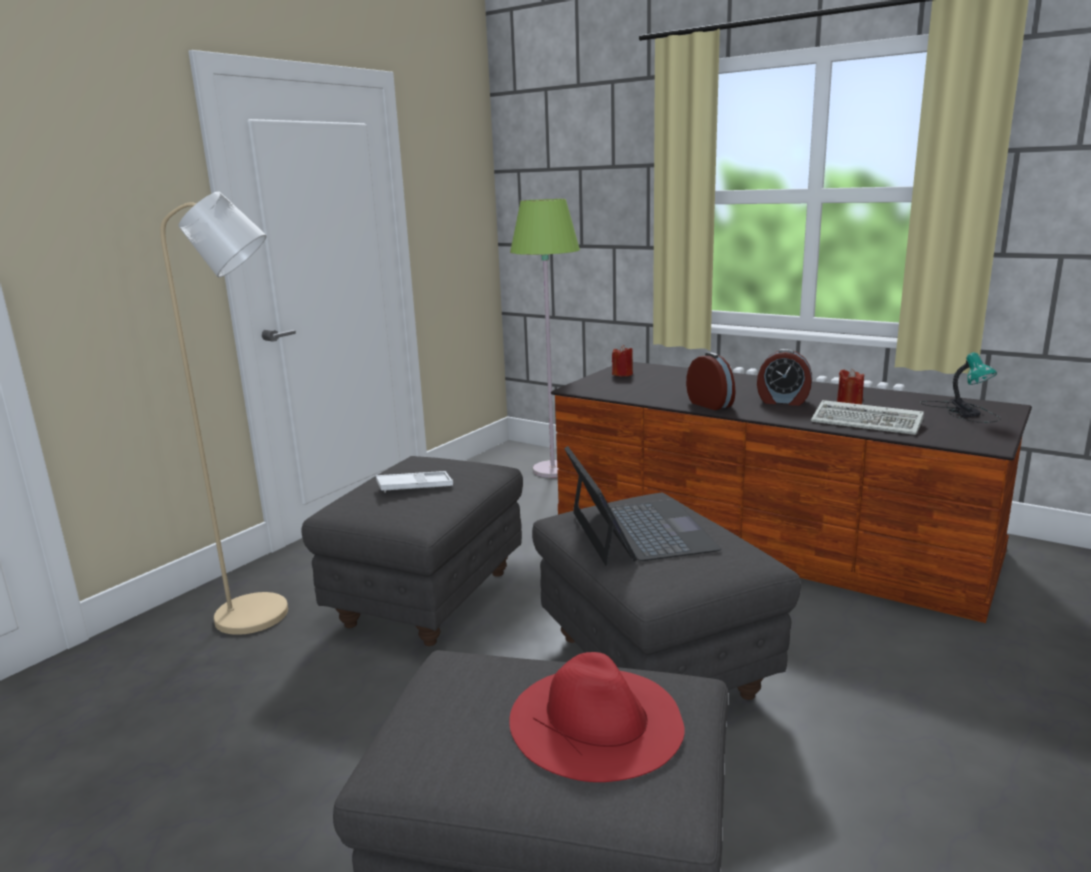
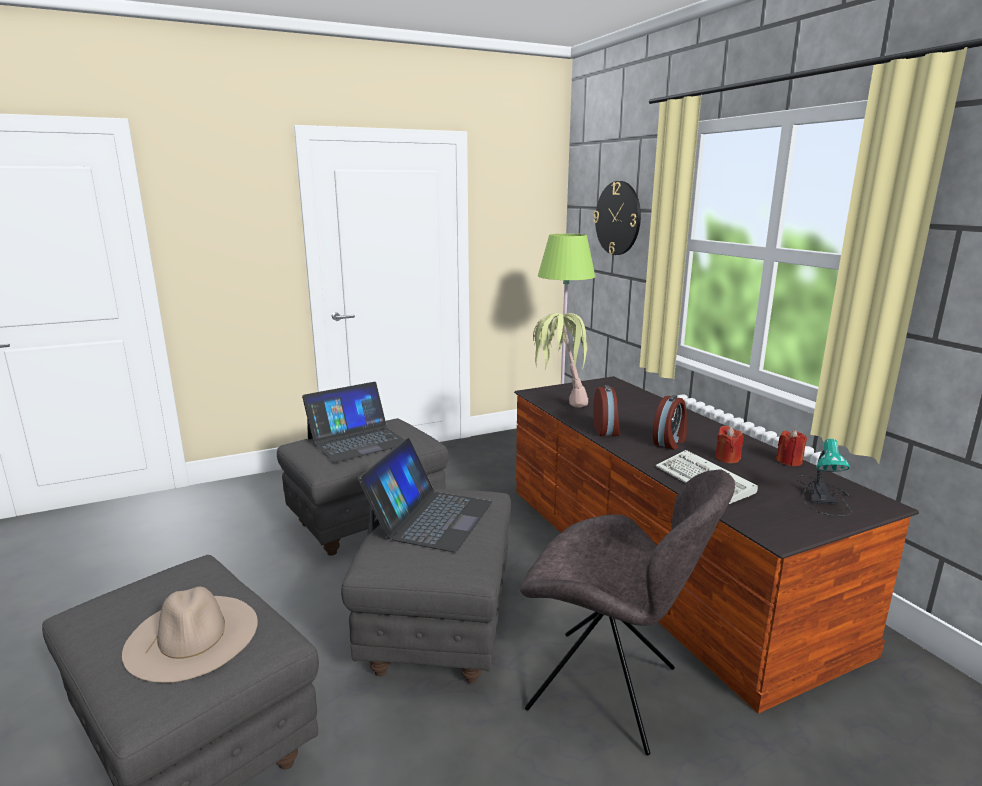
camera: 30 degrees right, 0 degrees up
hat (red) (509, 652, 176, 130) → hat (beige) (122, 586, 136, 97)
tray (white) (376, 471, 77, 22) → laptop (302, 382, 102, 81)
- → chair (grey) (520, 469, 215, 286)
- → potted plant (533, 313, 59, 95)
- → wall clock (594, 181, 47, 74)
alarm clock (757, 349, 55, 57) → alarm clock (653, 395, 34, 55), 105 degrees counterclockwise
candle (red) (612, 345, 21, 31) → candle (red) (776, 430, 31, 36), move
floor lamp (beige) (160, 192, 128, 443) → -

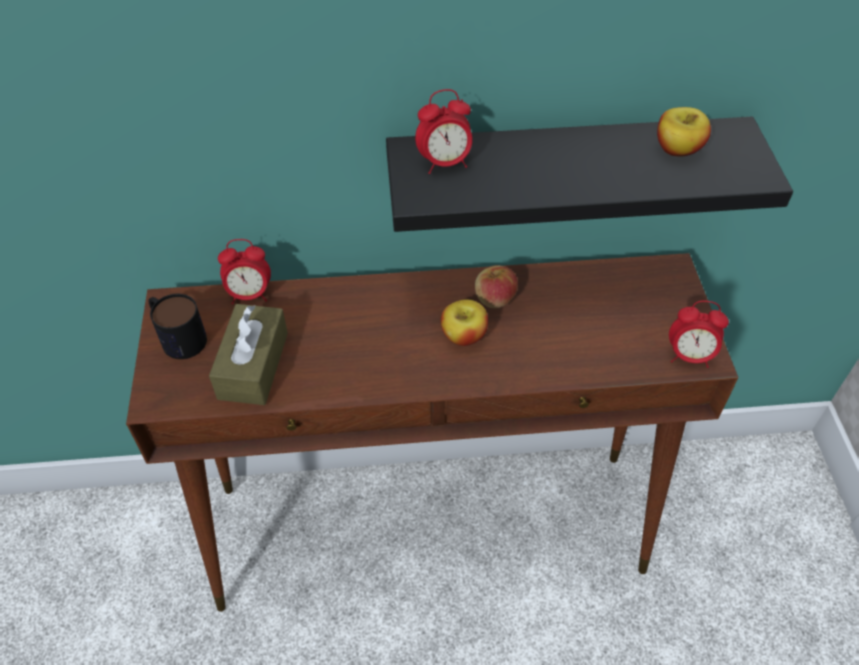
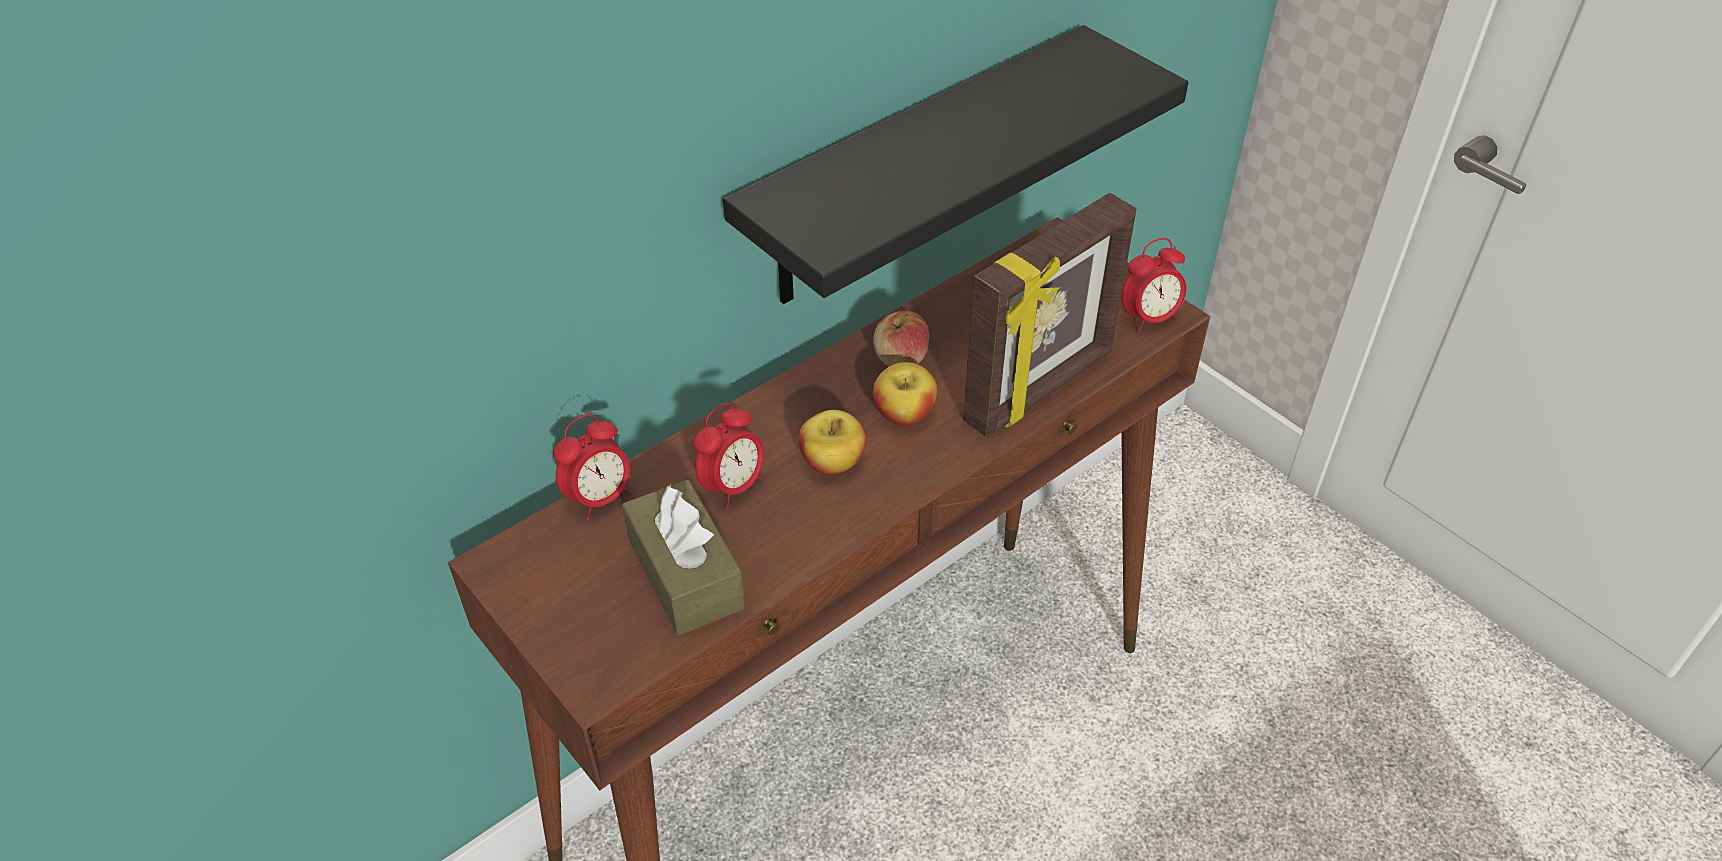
camera: 35 degrees left, 5 degrees down
alarm clock (415, 89, 57, 85) → alarm clock (694, 403, 70, 106), move
apple (657, 107, 54, 49) → apple (799, 410, 67, 65), move
- → picture frame (963, 193, 173, 245)
mug (148, 294, 59, 65) → -

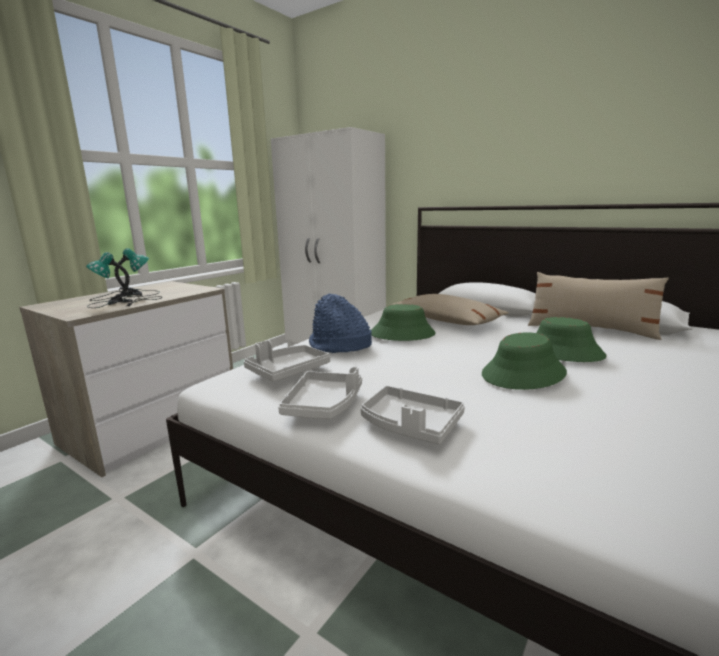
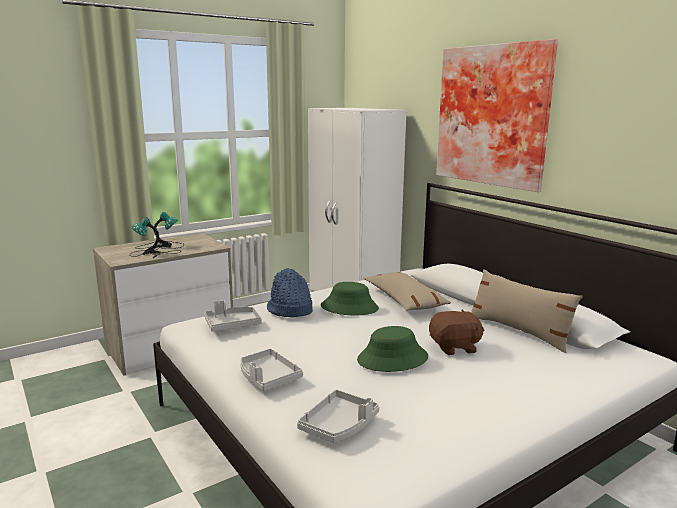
camera: 20 degrees right, 0 degrees up
tray (grey) (278, 367, 84, 52) → tray (grey) (297, 389, 83, 54), move
hat (green) (536, 317, 71, 45) → plush toy (brown) (429, 309, 55, 46)
- → picture (436, 39, 122, 153)

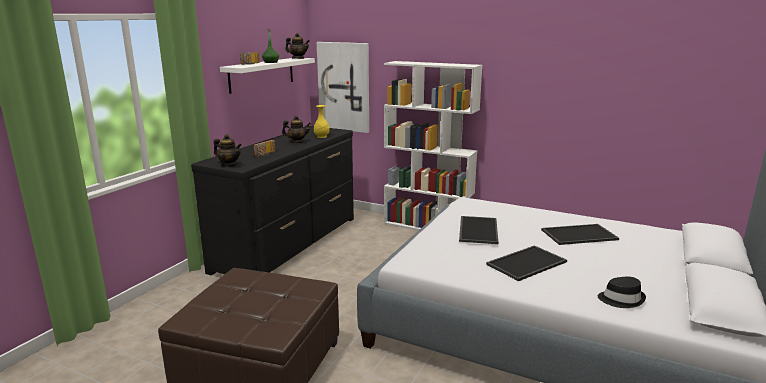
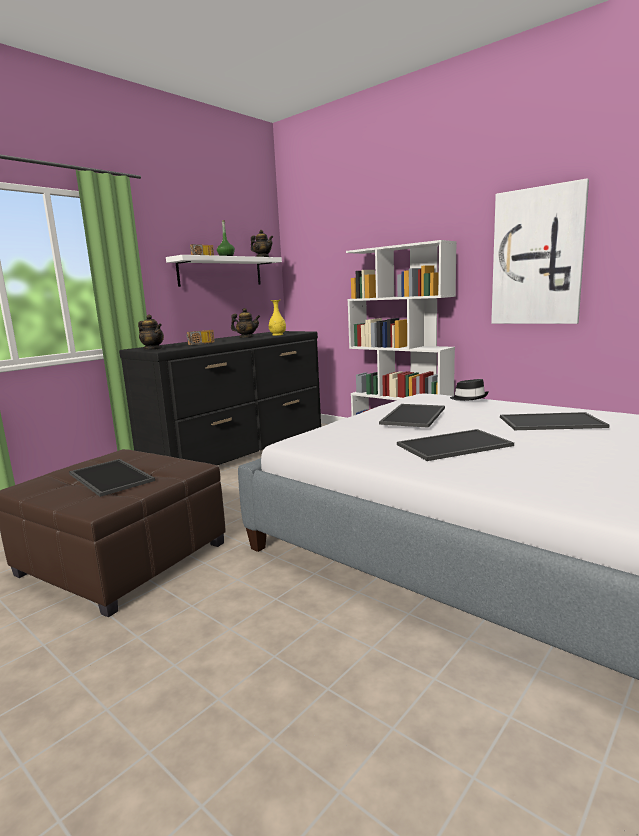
camera: 15 degrees right, 5 degrees down
- → tray (69, 459, 86, 38)
hat (black) (598, 277, 48, 31) → hat (black) (450, 379, 39, 22), move
picture (317, 42, 52, 91) → picture (491, 179, 98, 145), move

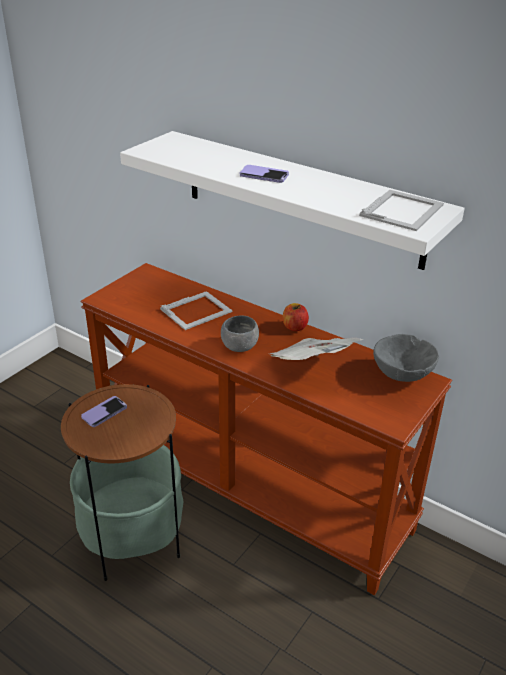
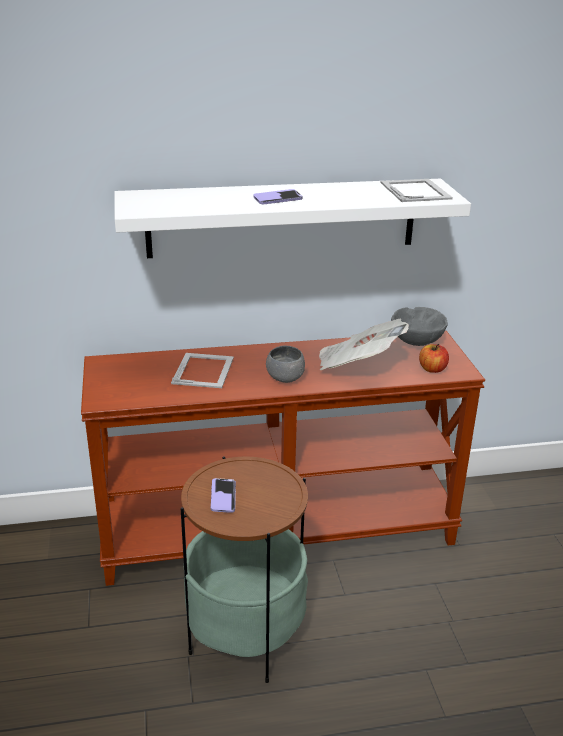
camera: 45 degrees left, 5 degrees down
apple (283, 303, 26, 28) → apple (419, 344, 30, 29), move

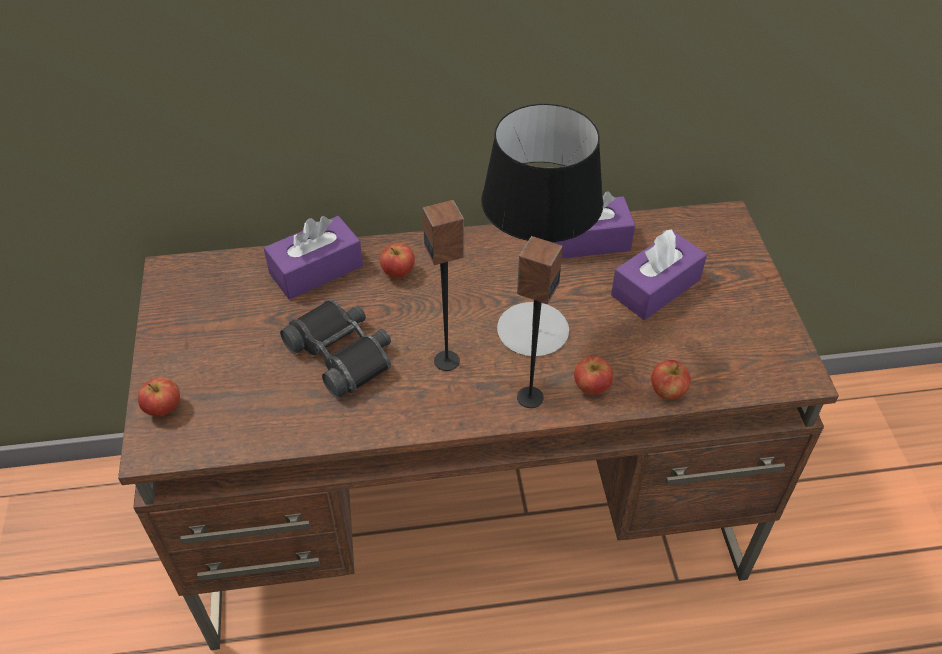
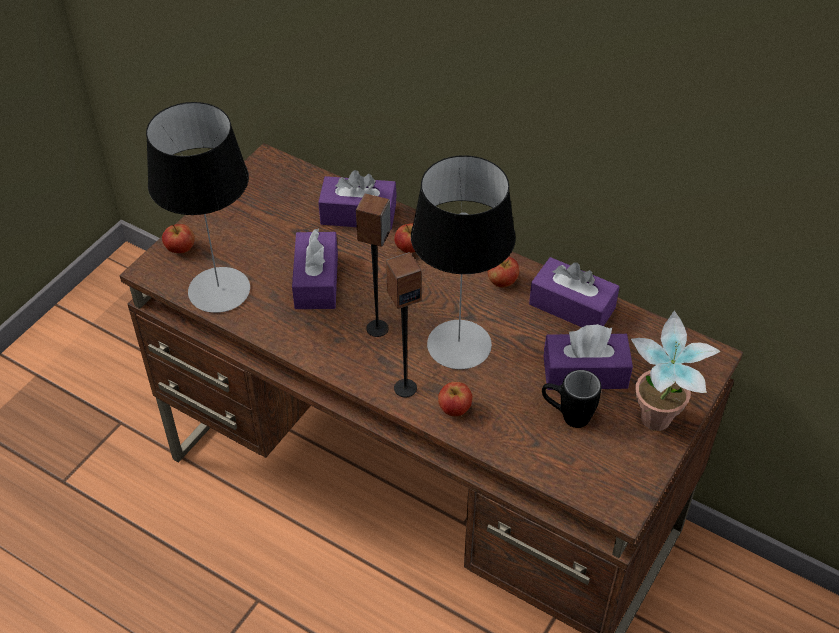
camera: 40 degrees right, 0 degrees up
- → table lamp (146, 102, 104, 211)
binoculars (black) (280, 300, 111, 98) → tissue box (purple) (292, 229, 46, 80)
apple (651, 360, 40, 40) → apple (488, 257, 31, 31), move
- → mug (black) (542, 370, 59, 58)
- → potted plant (631, 310, 89, 121)

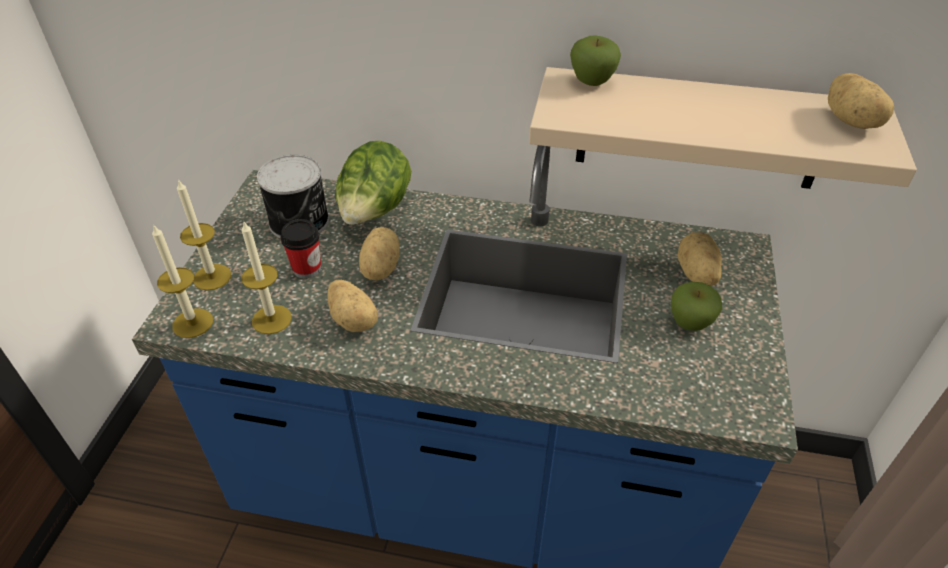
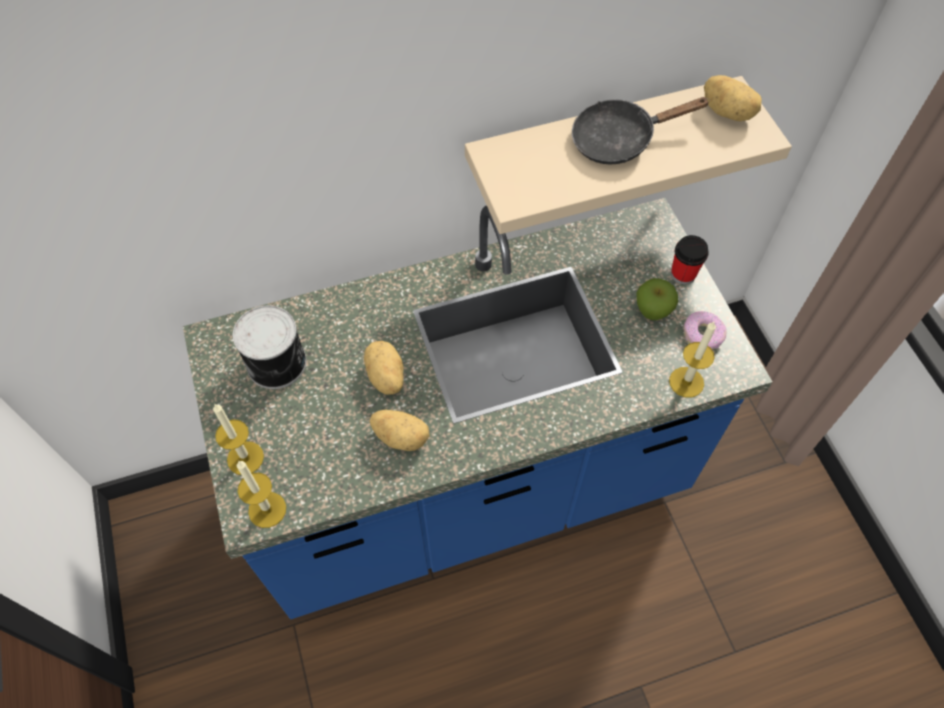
camera: 30 degrees left, 15 degrees up
- → frying pan (black) (572, 97, 138, 68)
candle (241, 220, 51, 114) → candle (669, 322, 47, 76), move
cup (281, 219, 40, 60) → cup (671, 235, 38, 50), move
- → donut (683, 311, 44, 39)
lettuce (335, 141, 76, 84) → -
apple (570, 35, 51, 51) → -
potato (678, 232, 44, 54) → -

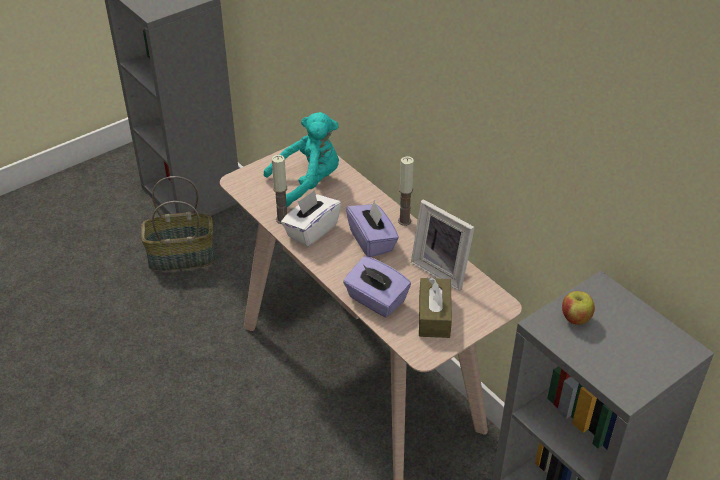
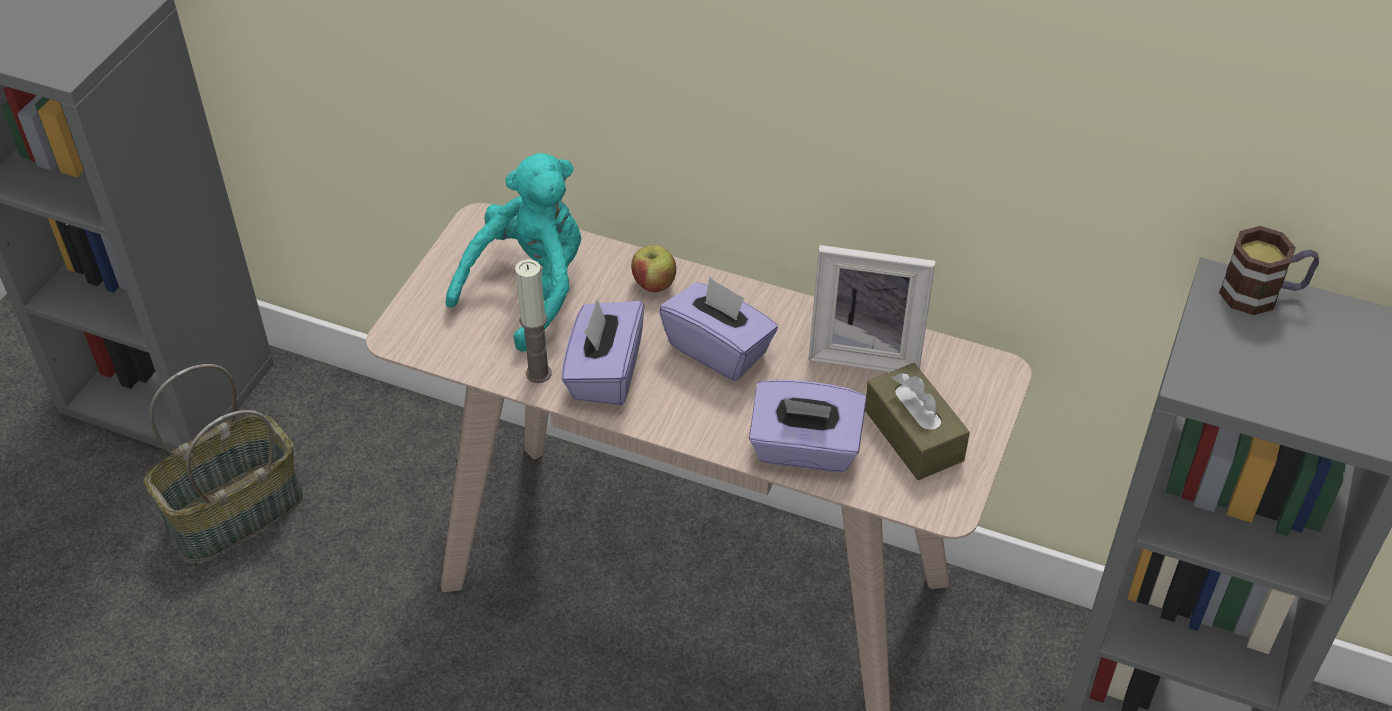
camera: 30 degrees left, 5 degrees up
tissue box (white) (281, 190, 60, 57) → tissue box (purple) (562, 300, 83, 105)
apple (562, 291, 33, 34) → apple (631, 245, 45, 47), move
- → mug (1219, 226, 100, 89)
candle (398, 156, 16, 70) → -

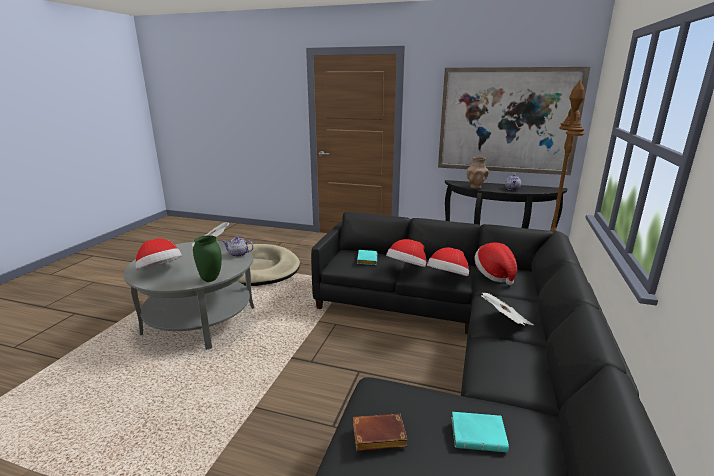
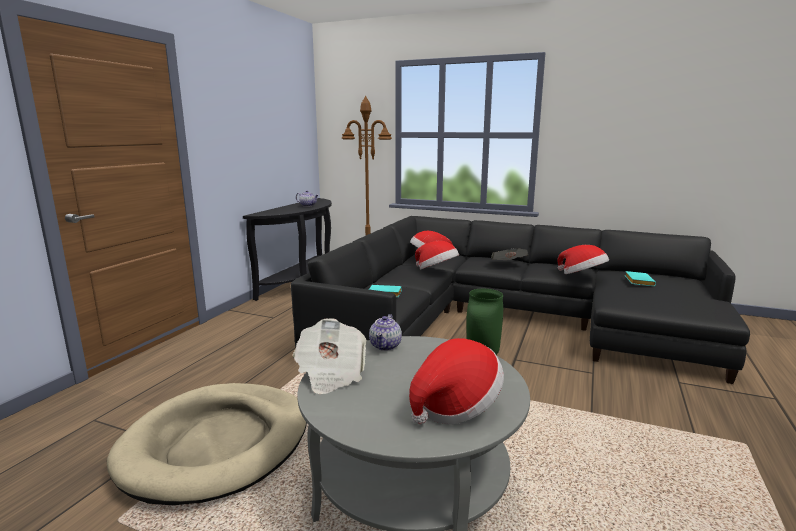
camera: 85 degrees left, 5 degrees down
hat (386, 239, 40, 28) → hat (557, 245, 52, 29), move
book (brown) (353, 413, 55, 38) → -
picture (438, 67, 152, 108) → -
vase (brown) (467, 157, 22, 32) → -

